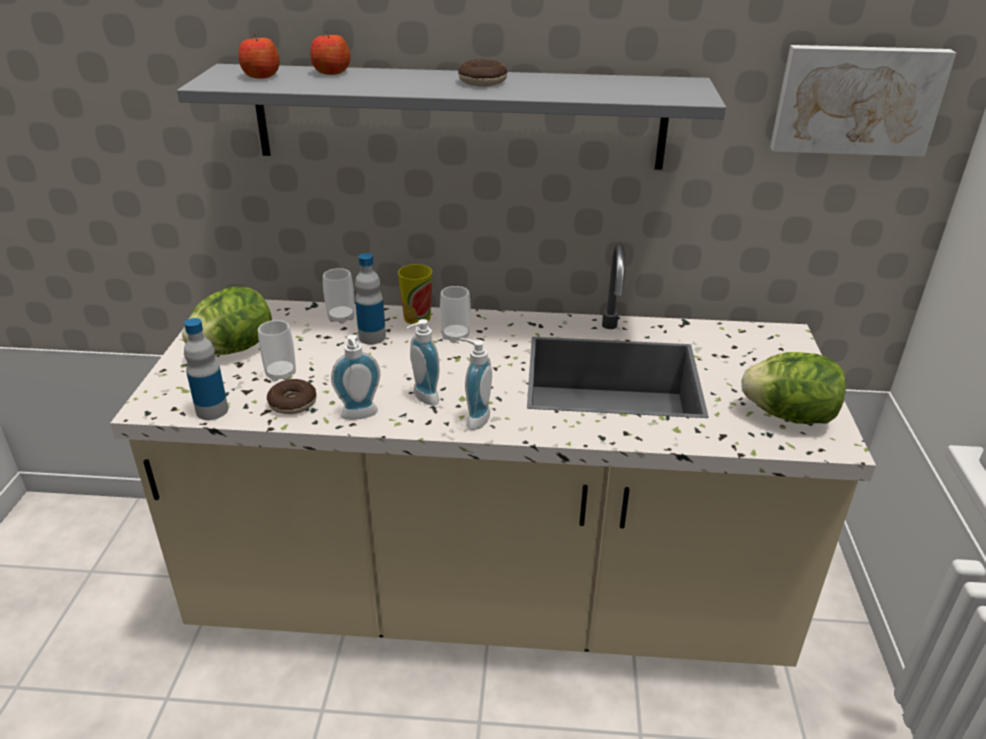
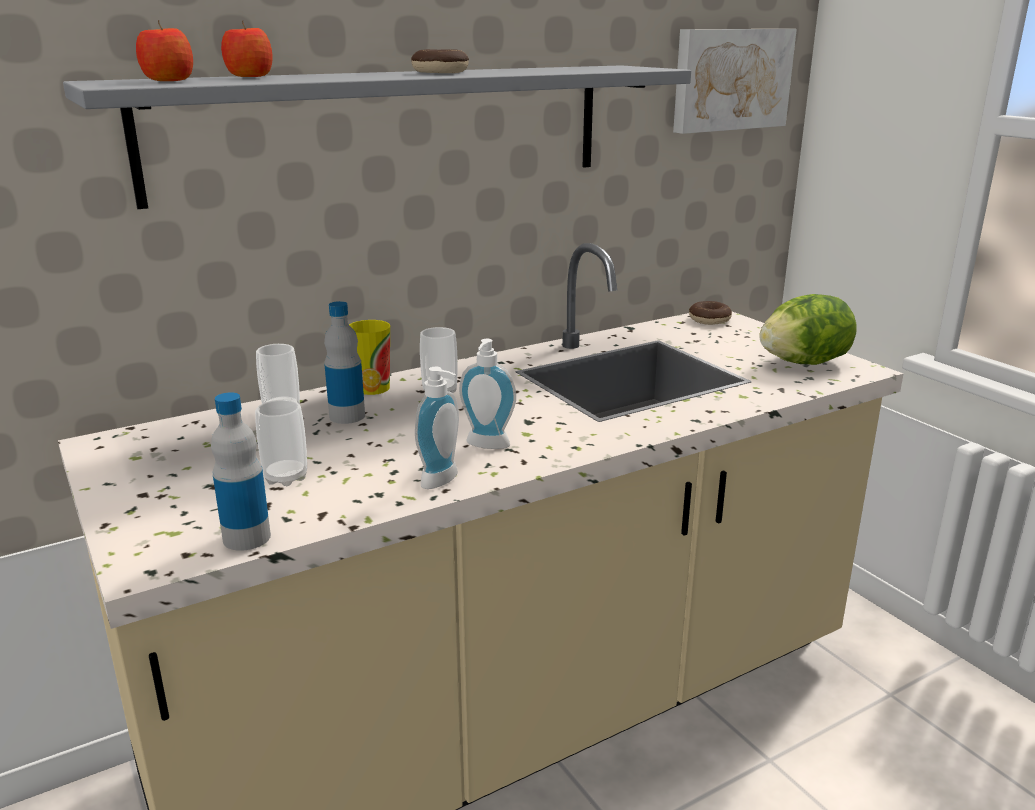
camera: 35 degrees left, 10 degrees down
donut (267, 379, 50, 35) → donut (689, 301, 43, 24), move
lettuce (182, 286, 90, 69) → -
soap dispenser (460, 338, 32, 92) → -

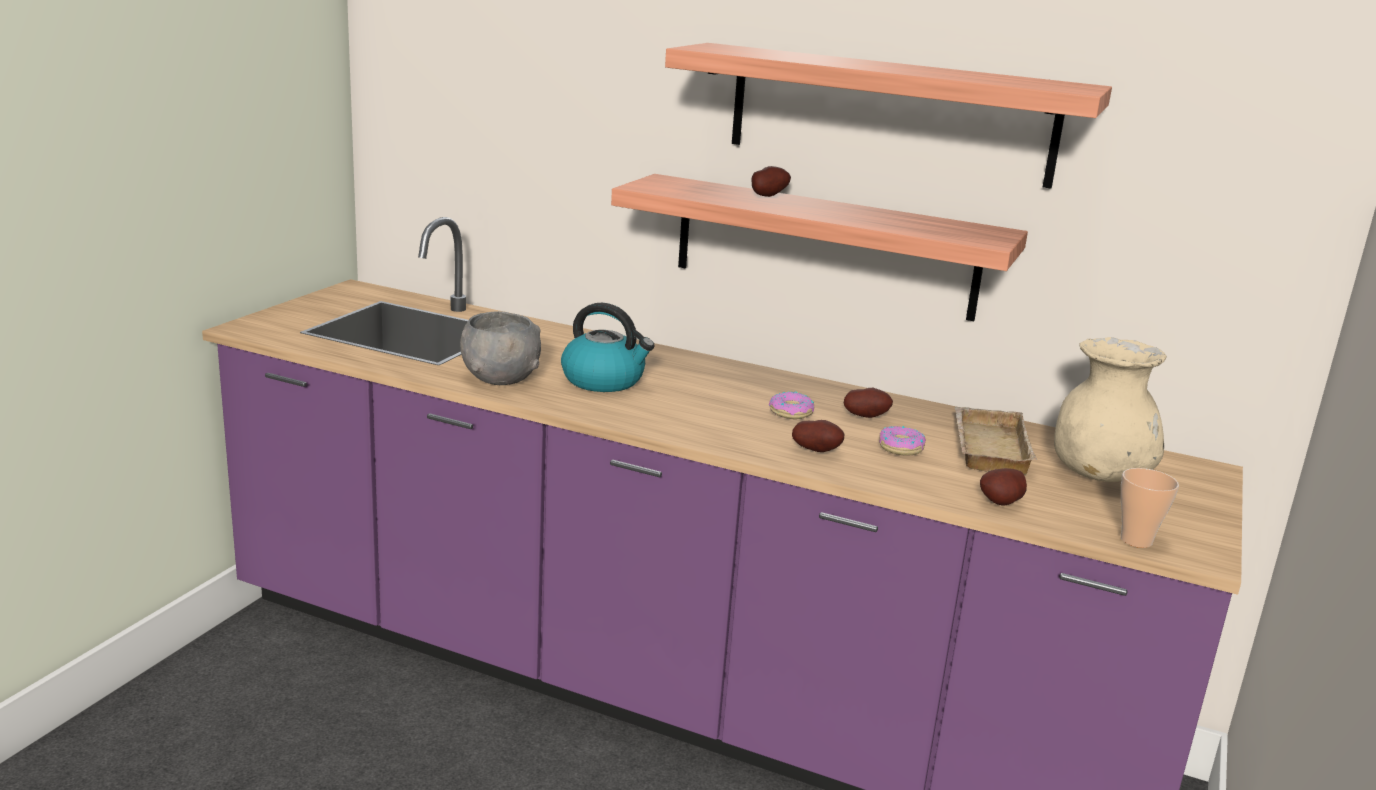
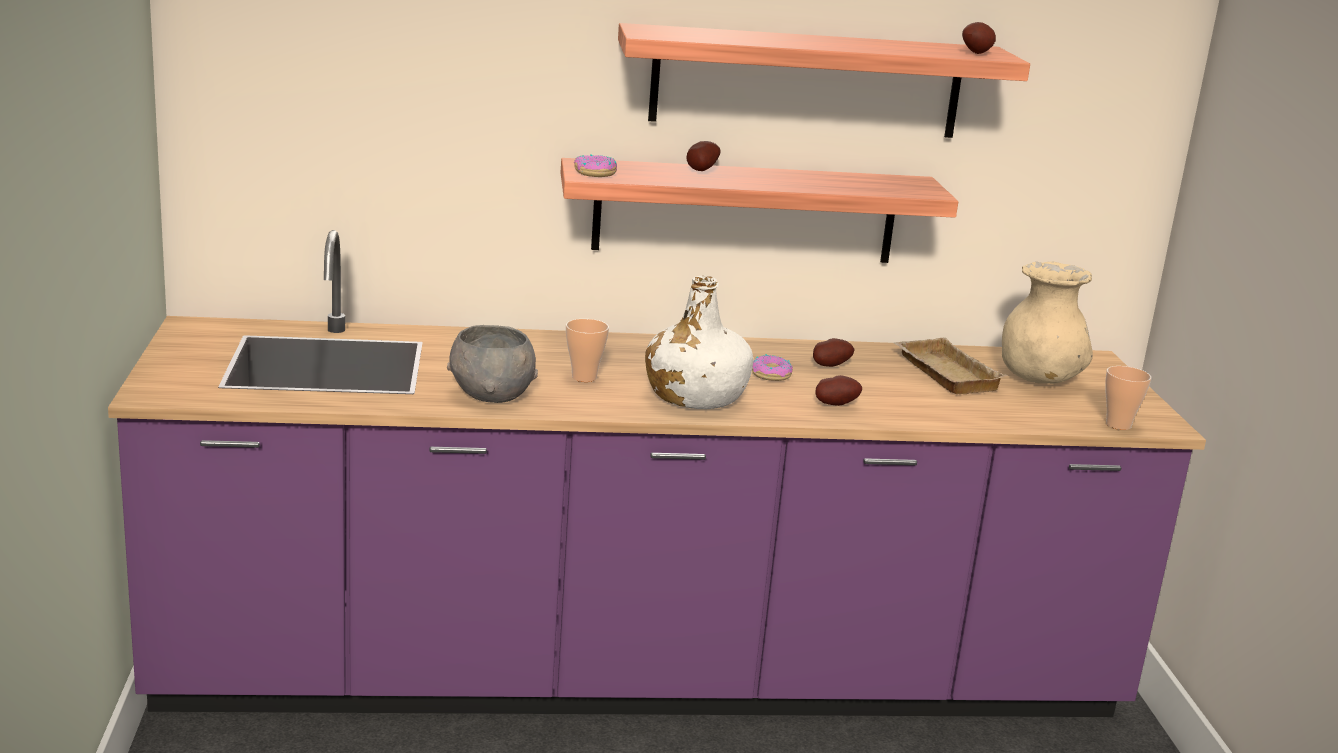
camera: 30 degrees left, 0 degrees up
kettle (561, 303, 94, 89) → cup (566, 319, 43, 63)
donut (879, 426, 47, 30) → donut (574, 155, 43, 22), move
- → bottle (white) (645, 276, 108, 133)
potato (980, 468, 47, 37) → potato (962, 22, 34, 32), move

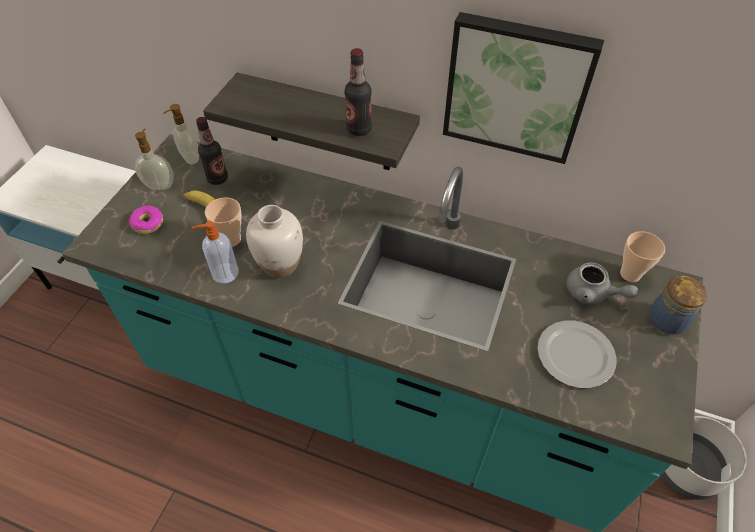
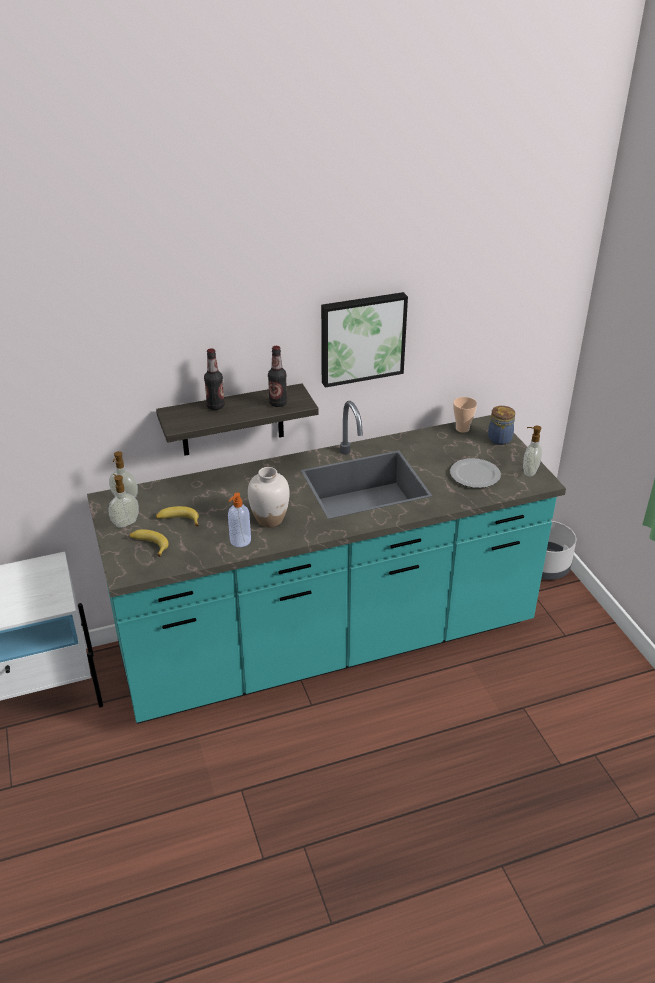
camera: 40 degrees left, 15 degrees down
donut (129, 206, 34, 28) → banana (129, 529, 40, 28)
bottle (196, 117, 32, 68) → bottle (204, 348, 21, 62), move
- → soap dispenser (523, 426, 19, 50)
cup (205, 197, 36, 50) → -
teapot (grey) (566, 262, 72, 42) → -

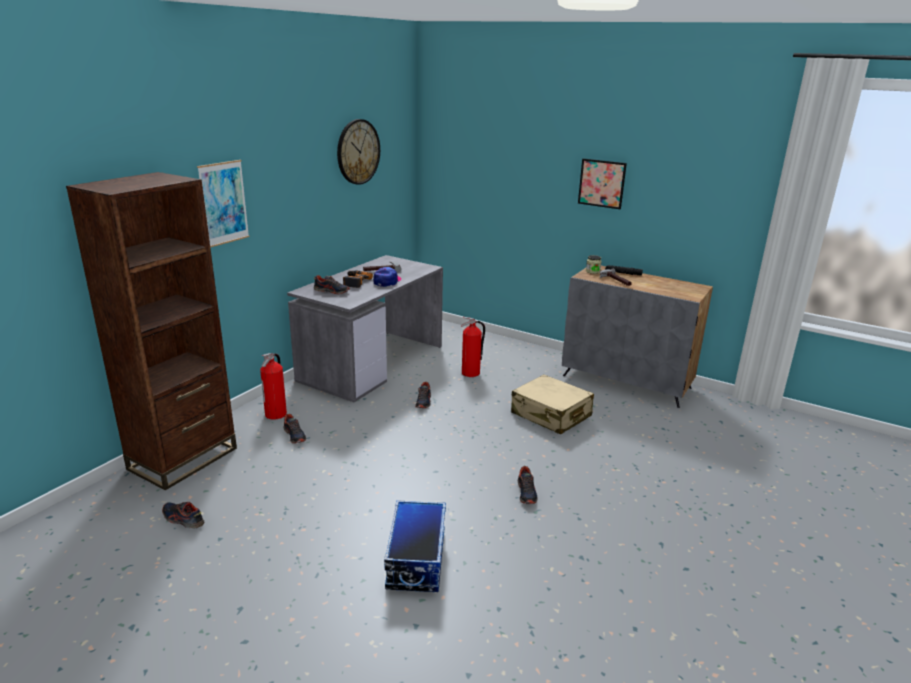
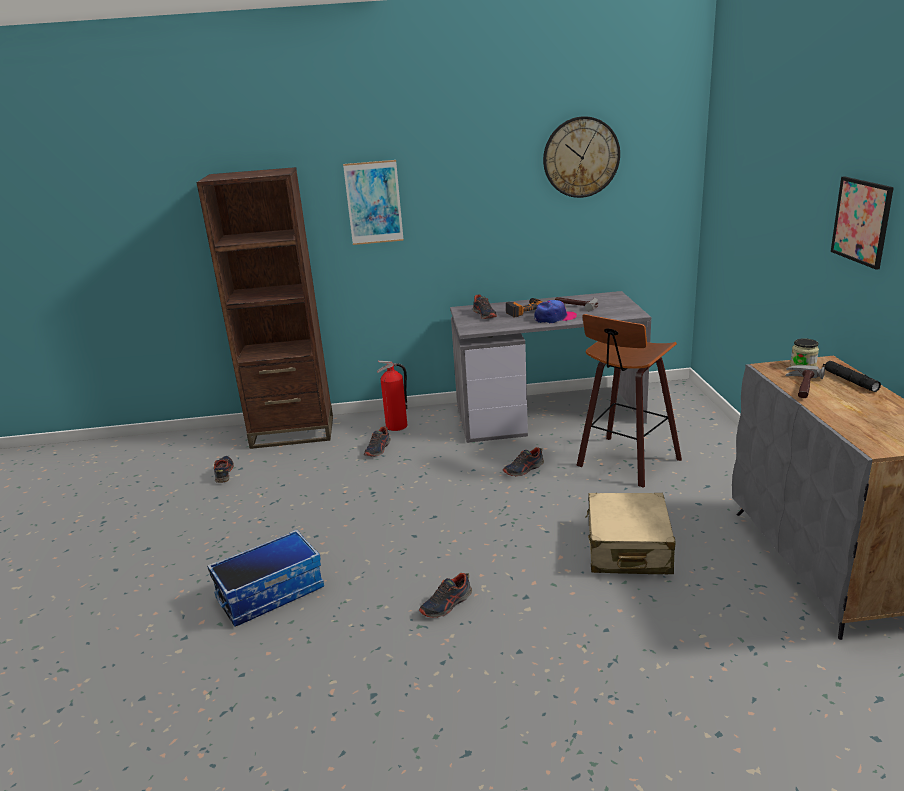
camera: 55 degrees right, 0 degrees up
fire extinguisher (461, 317, 24, 60) → stool (576, 314, 106, 174)

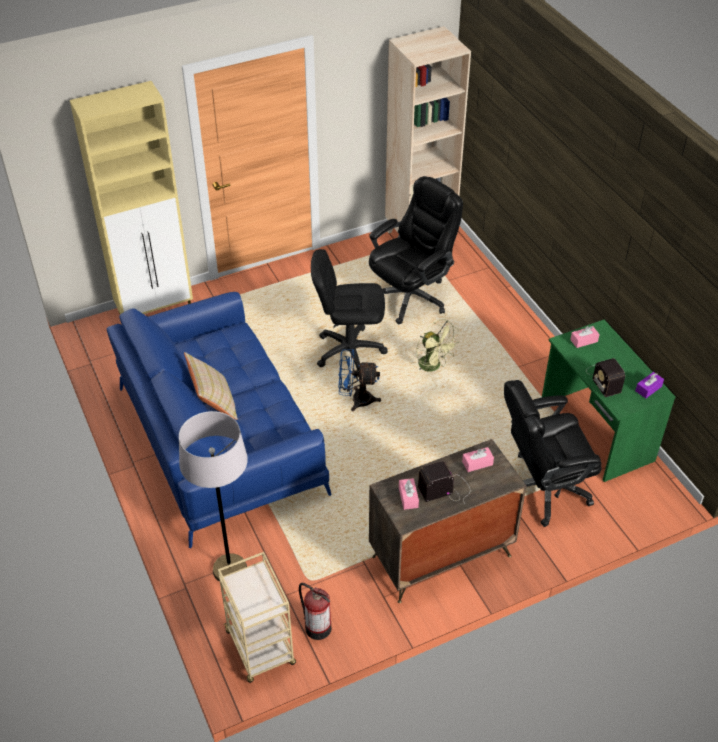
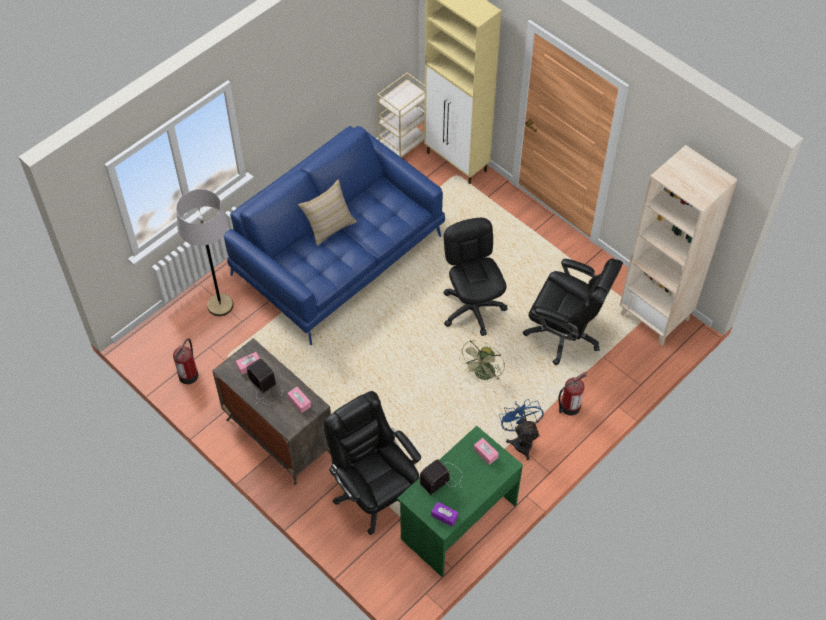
camera: 70 degrees right, 10 degrees up
cart (beige) (218, 552, 78, 131) → cart (beige) (377, 73, 48, 86), move
fan (blue) (338, 349, 43, 62) → fan (blue) (499, 399, 45, 61), move
- → fire extinguisher (558, 371, 29, 45)

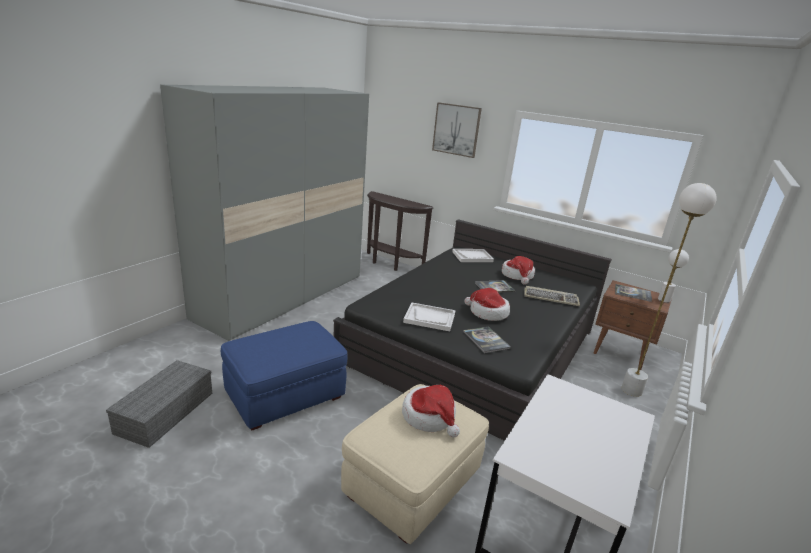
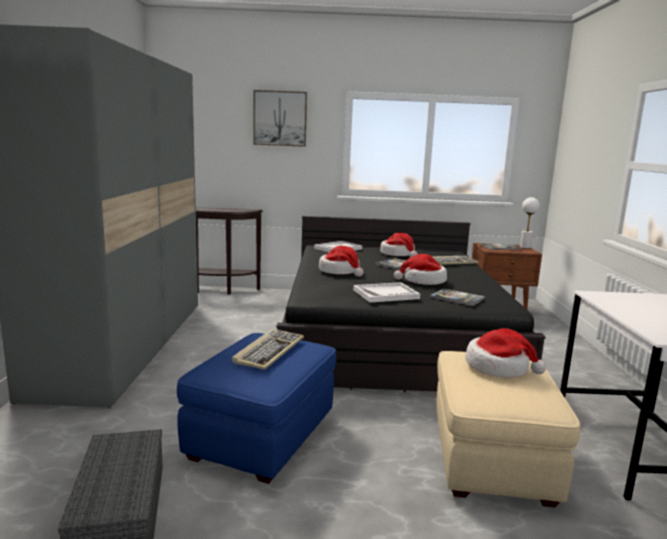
camera: 30 degrees left, 10 degrees down
- → keyboard (232, 329, 72, 41)
- → hat (319, 246, 44, 31)
floor lamp (white) (621, 183, 96, 214) → -

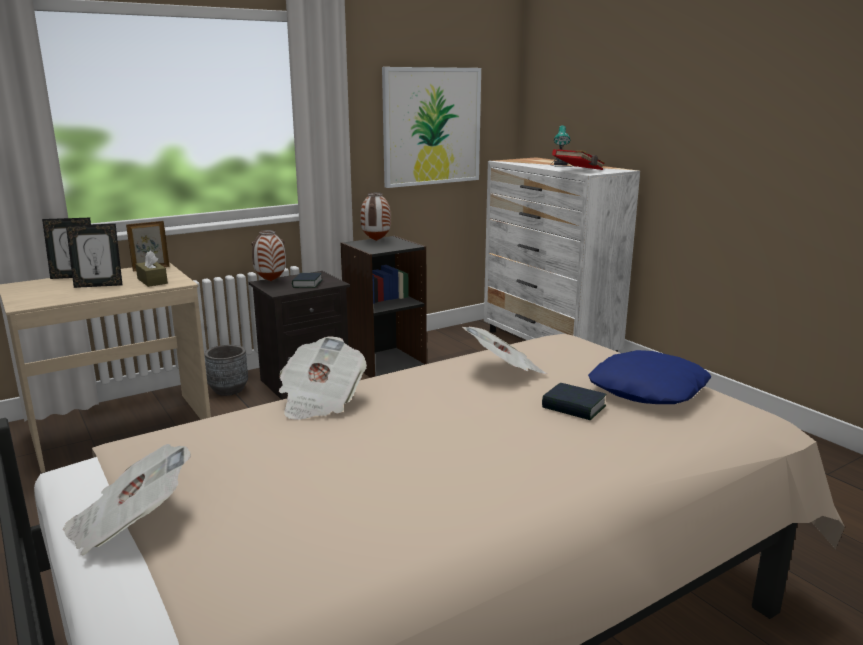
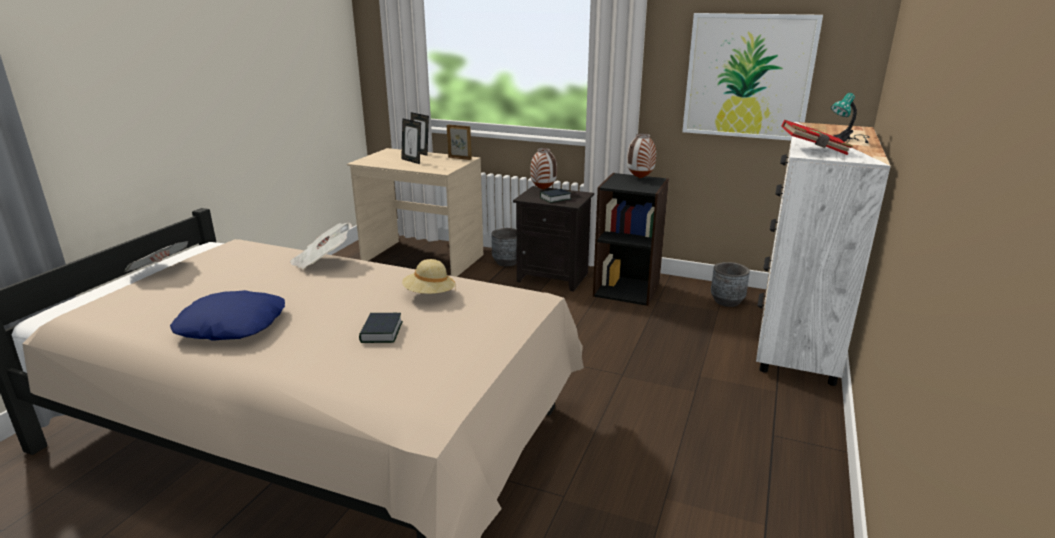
camera: 55 degrees right, 5 degrees up
pillow (blue) (588, 350, 123, 54) → pillow (blue) (170, 290, 115, 51), move
newspaper (462, 327, 86, 47) → hat (beige) (402, 259, 54, 35)
- → planter (grey) (711, 262, 39, 45)
tissue box (brown) (136, 251, 32, 36) → -

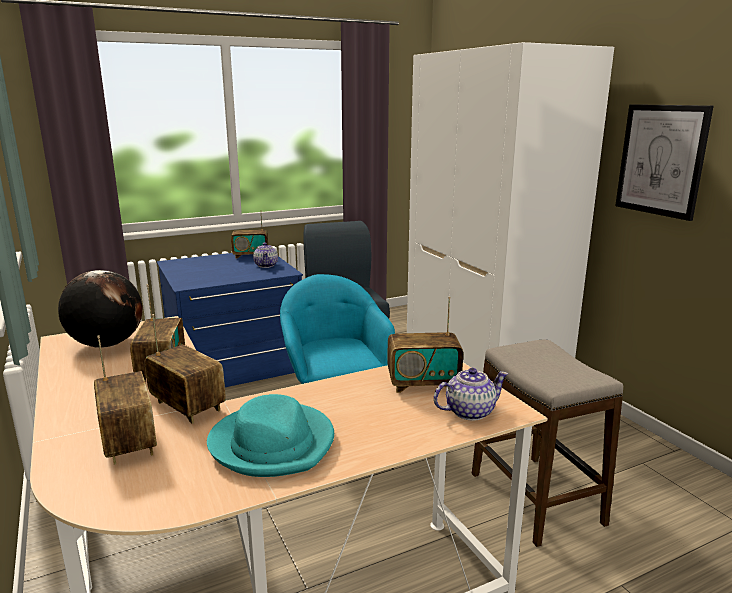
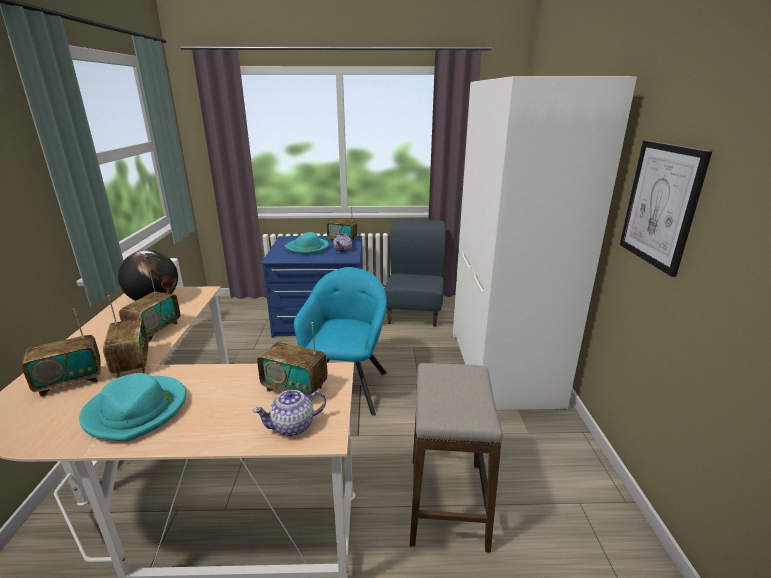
camera: 25 degrees right, 5 degrees up
radio (94, 335, 63, 130) → radio (22, 308, 79, 88), 60 degrees clockwise
teapot (434, 368, 74, 53) → teapot (253, 390, 73, 46), 150 degrees clockwise
- → hat (turquoise) (285, 232, 44, 23)

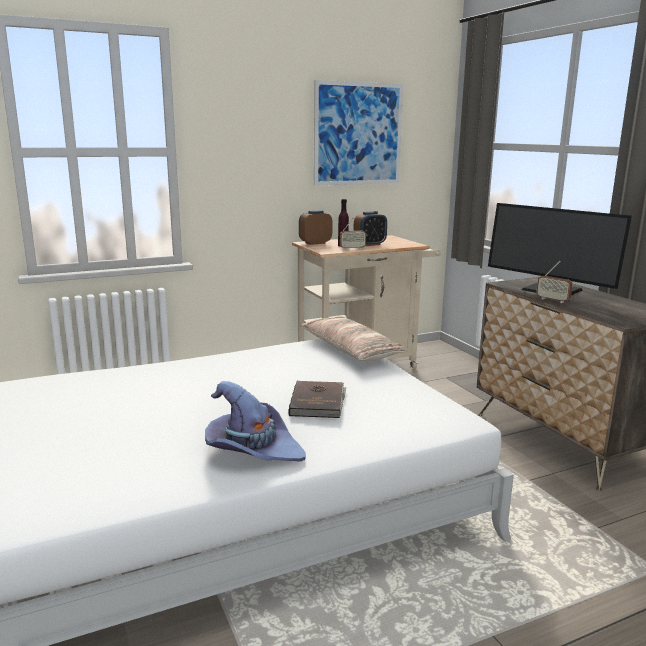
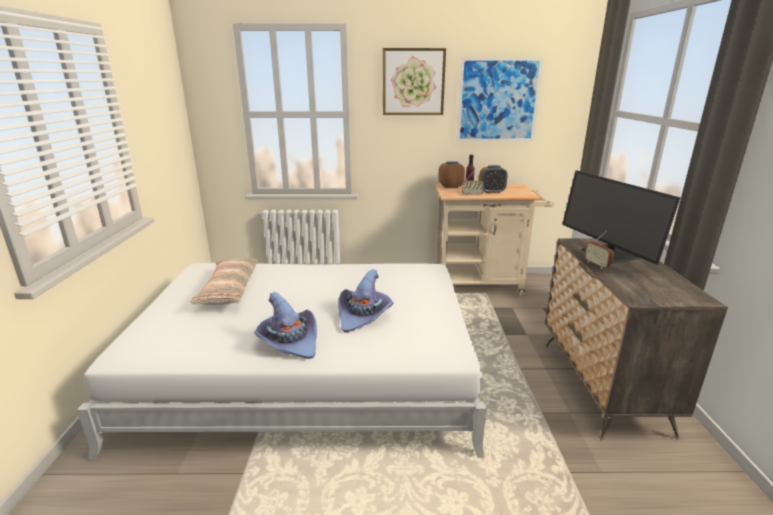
camera: 25 degrees right, 5 degrees up
pillow (301, 317, 106, 44) → pillow (190, 259, 68, 46), move
book (brown) (288, 381, 59, 37) → hat (purple) (338, 269, 56, 63)
- → picture (383, 48, 63, 67)

